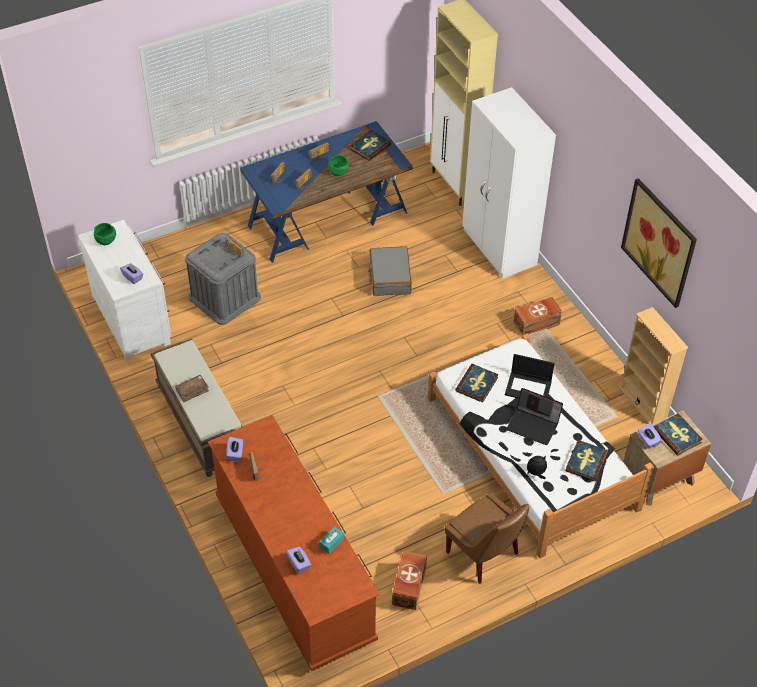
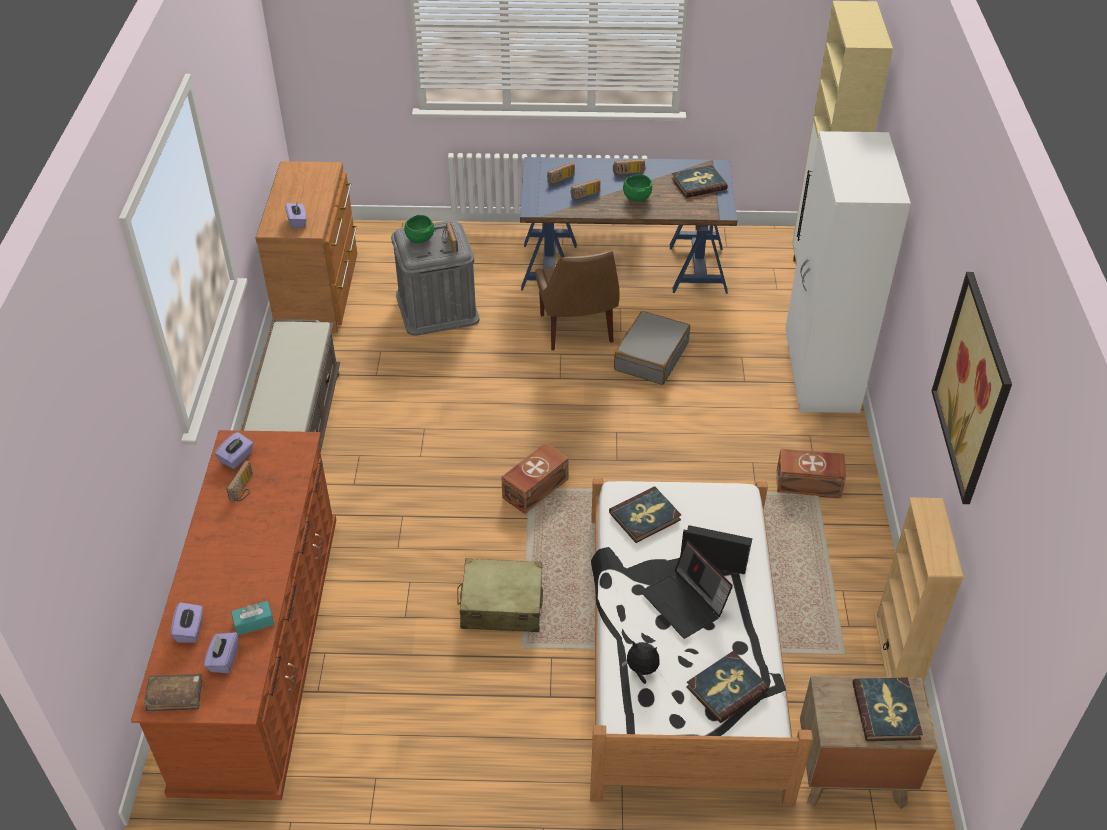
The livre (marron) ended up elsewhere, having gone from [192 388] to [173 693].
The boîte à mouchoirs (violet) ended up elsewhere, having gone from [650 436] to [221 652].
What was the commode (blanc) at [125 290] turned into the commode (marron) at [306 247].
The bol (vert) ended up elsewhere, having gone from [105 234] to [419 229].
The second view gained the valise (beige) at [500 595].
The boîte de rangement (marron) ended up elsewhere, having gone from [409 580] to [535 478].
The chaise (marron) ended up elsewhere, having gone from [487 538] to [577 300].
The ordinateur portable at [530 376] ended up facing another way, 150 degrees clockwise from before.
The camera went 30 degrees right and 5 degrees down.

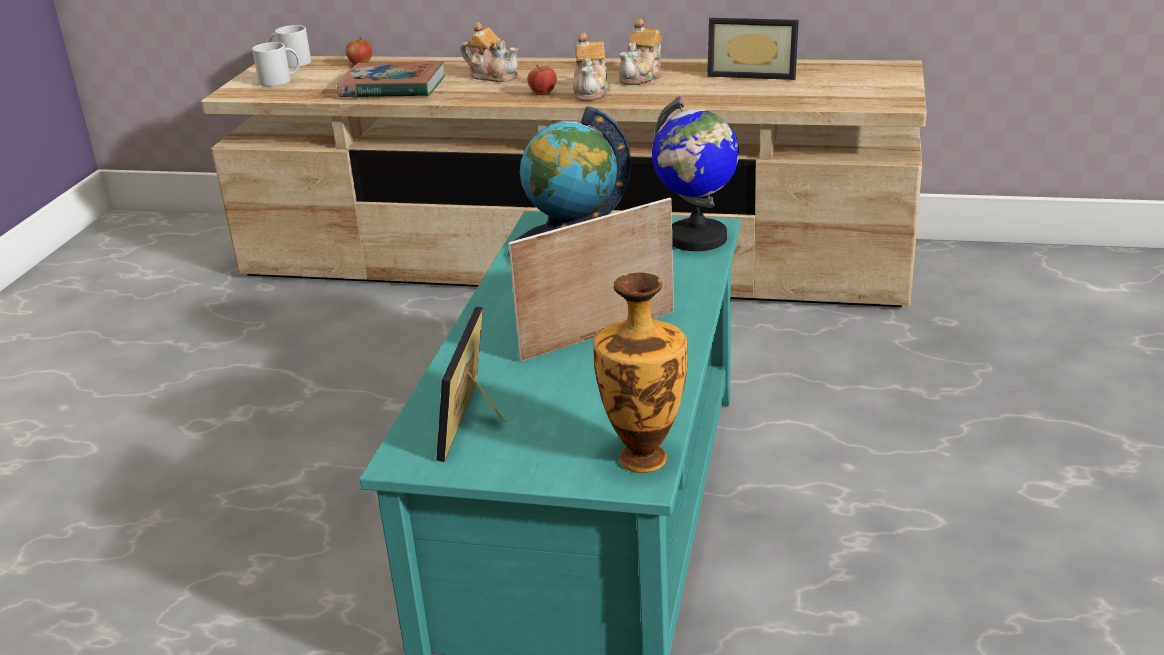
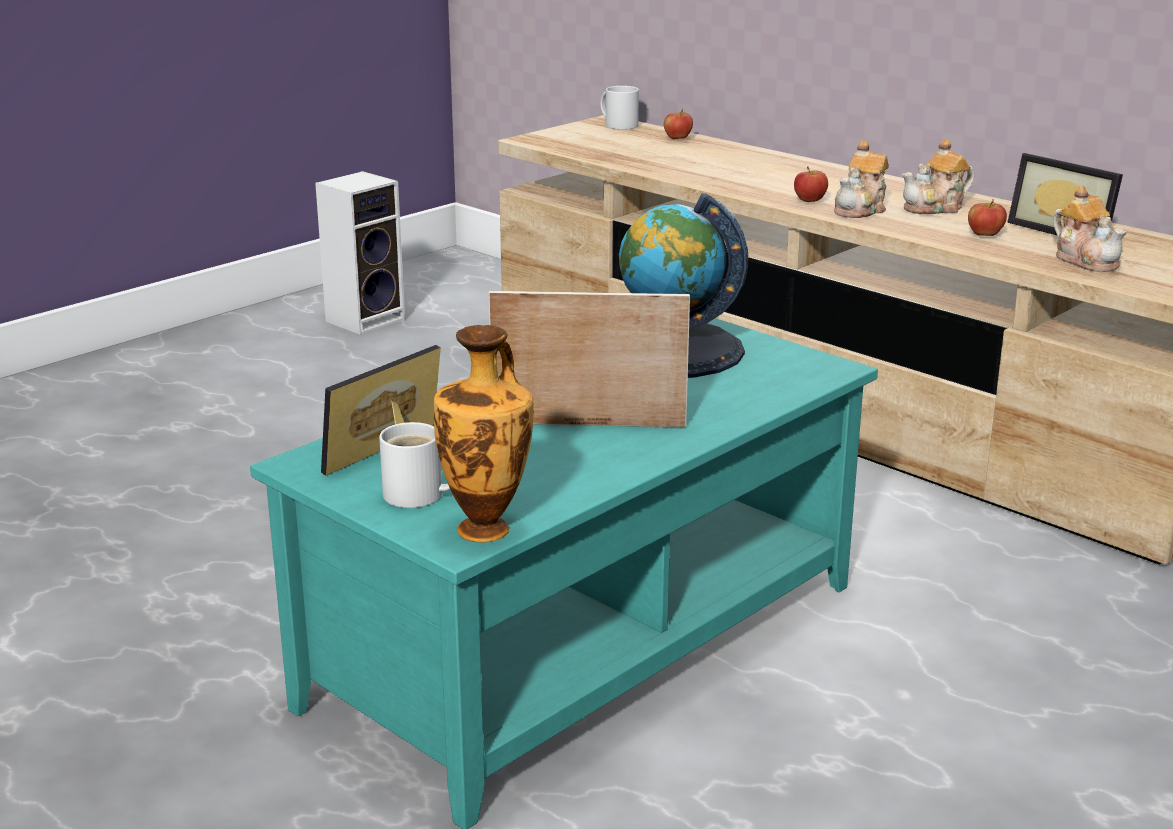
The second view gained the enceinte at [360 253].
The mug (blanc) ended up elsewhere, having gone from [276 64] to [414 465].
The second view gained the pomme at [987 217].
The théière ended up elsewhere, having gone from [489 52] to [1090 229].
The second view lost the livre at [391 79].
The second view lost the globe at [695 173].
The camera went 30 degrees right and 5 degrees down.

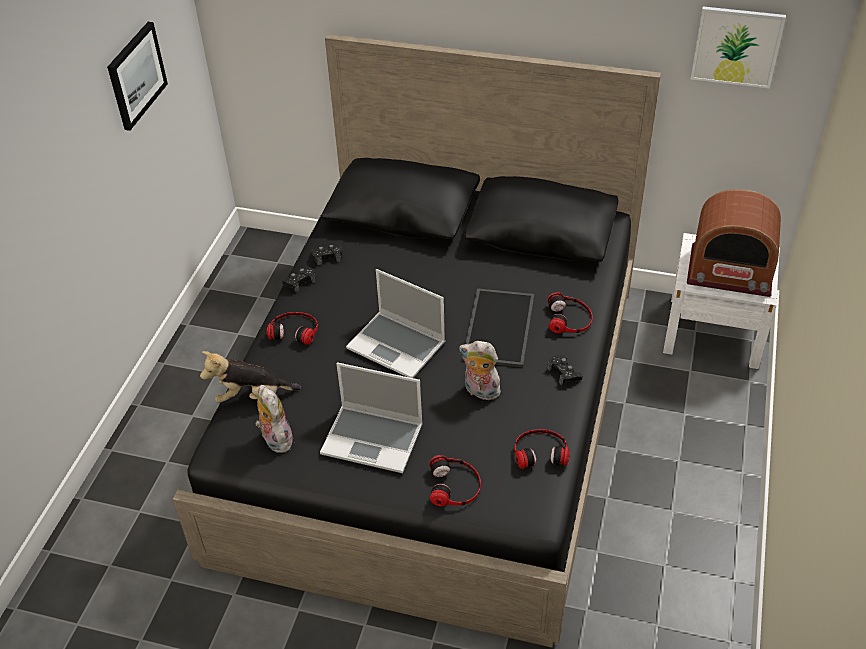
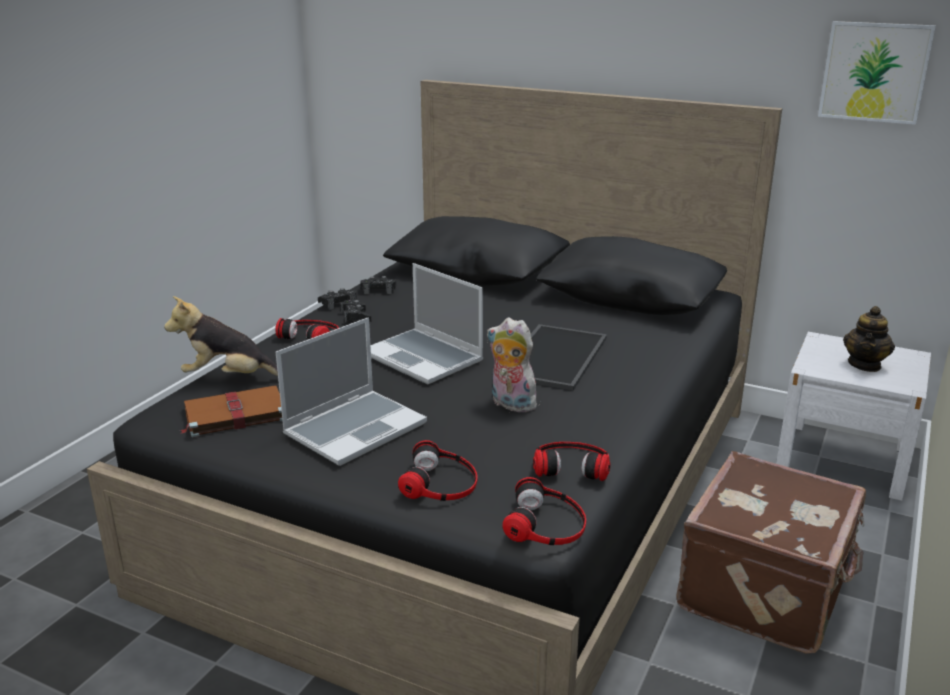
Where the peluche stood at [274 419], the livre (marron) came to stand at [231 411].
The ordinateur portable at [371 417] ended up facing another way, 75 degrees counterclockwise from before.
The manette (noir) ended up elsewhere, having gone from [564 370] to [356 311].
The casque audio ended up elsewhere, having gone from [570 312] to [544 511].
The second view gained the valise (marron) at [771 552].
Where the radio stood at [734 243], the théière came to stand at [869 339].
The second view lost the tableau at [137 76].
The camera went 10 degrees right and 20 degrees down.

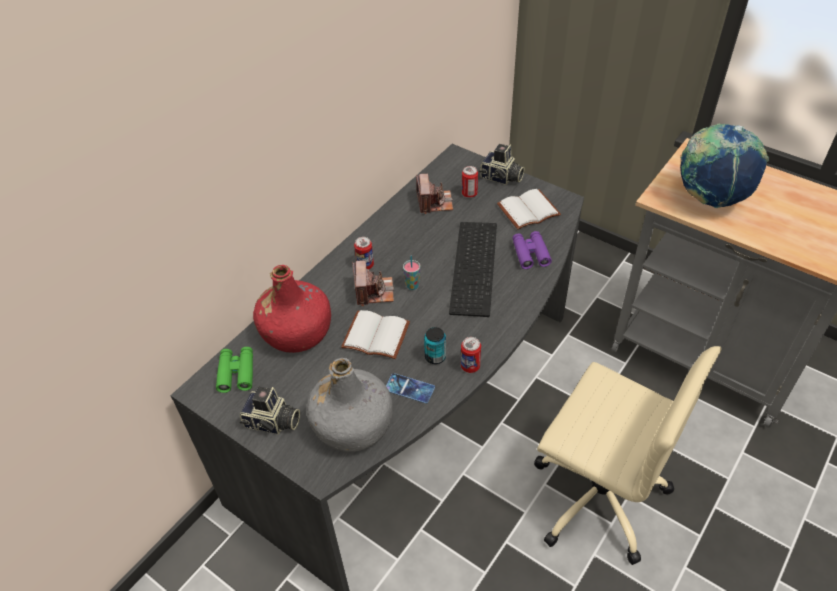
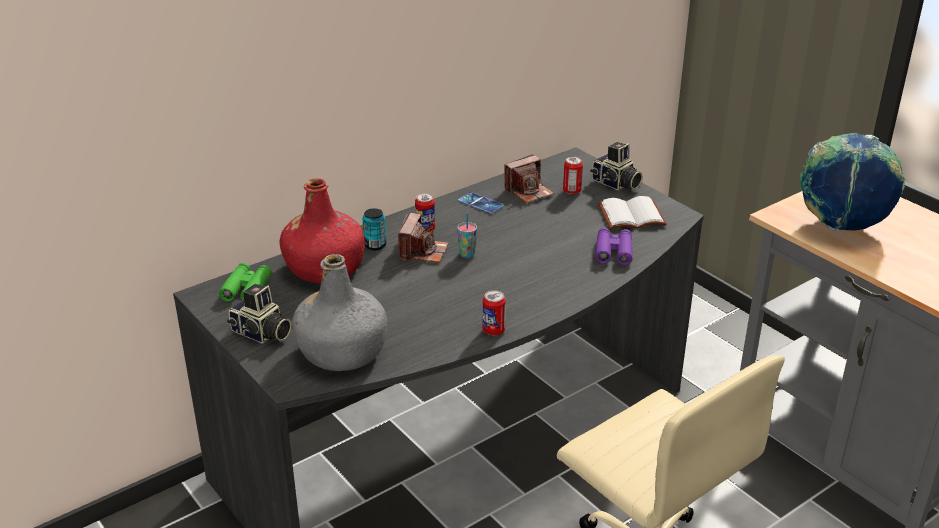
The boîte métallique ended up elsewhere, having gone from [435 345] to [374 229].
The téléphone ended up elsewhere, having gone from [410 388] to [481 202].
The appareil photo at [434 194] ended up facing another way, 45 degrees clockwise from before.
The second view lost the livre (blanc) at [375 334].
The second view lost the clavier at [473 269].
The camera went 15 degrees right and 15 degrees down.

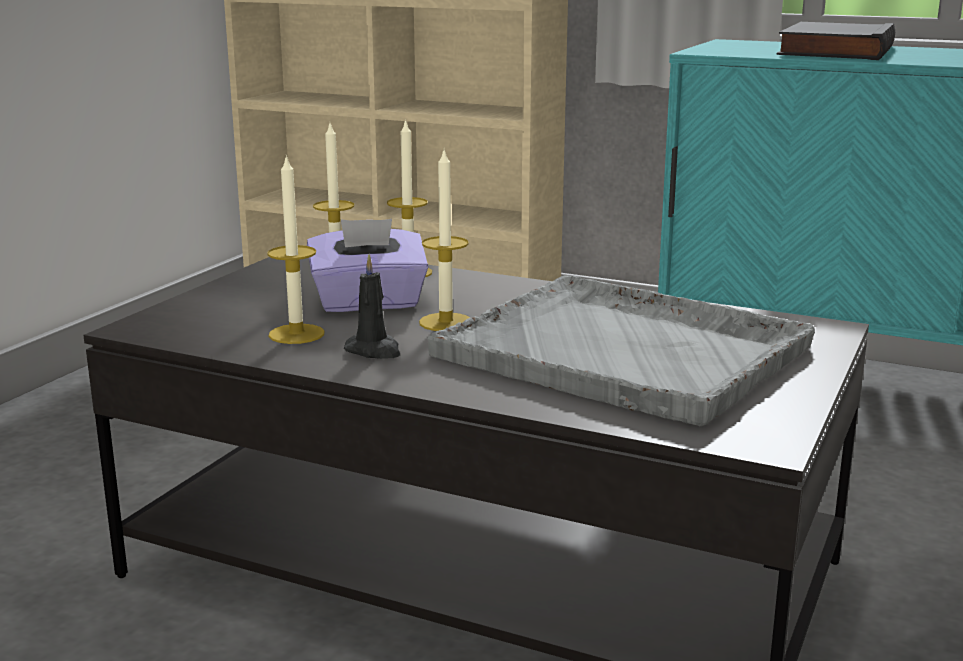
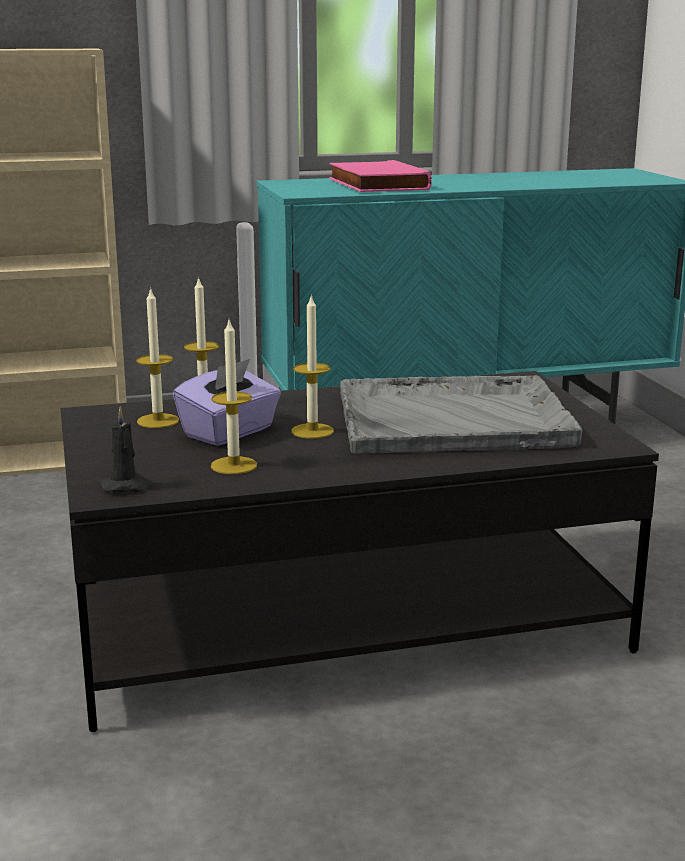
The bougie (noir) ended up elsewhere, having gone from [372 306] to [127 450].
What was the livre (noir) at [836 41] turned into the livre (rose) at [380 176].
The camera went 40 degrees left and 0 degrees up.

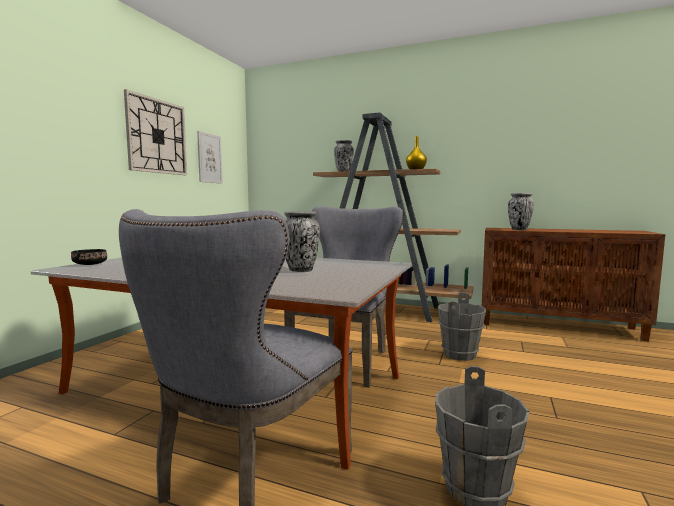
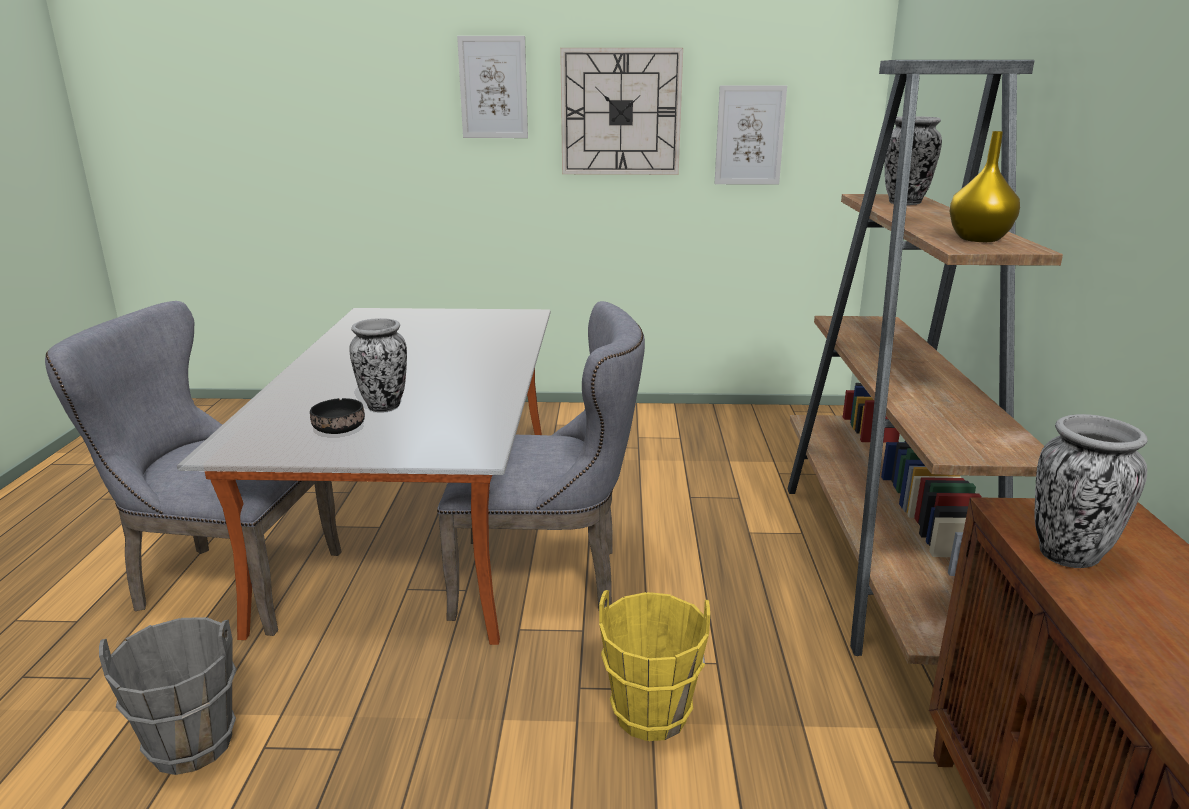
The bol (noir) ended up elsewhere, having gone from [89 257] to [337 416].
The second view gained the tableau at [492 87].
What was the seau (gris) at [462 327] turned into the seau (jaune) at [654 665].
The camera went 70 degrees right and 15 degrees up.

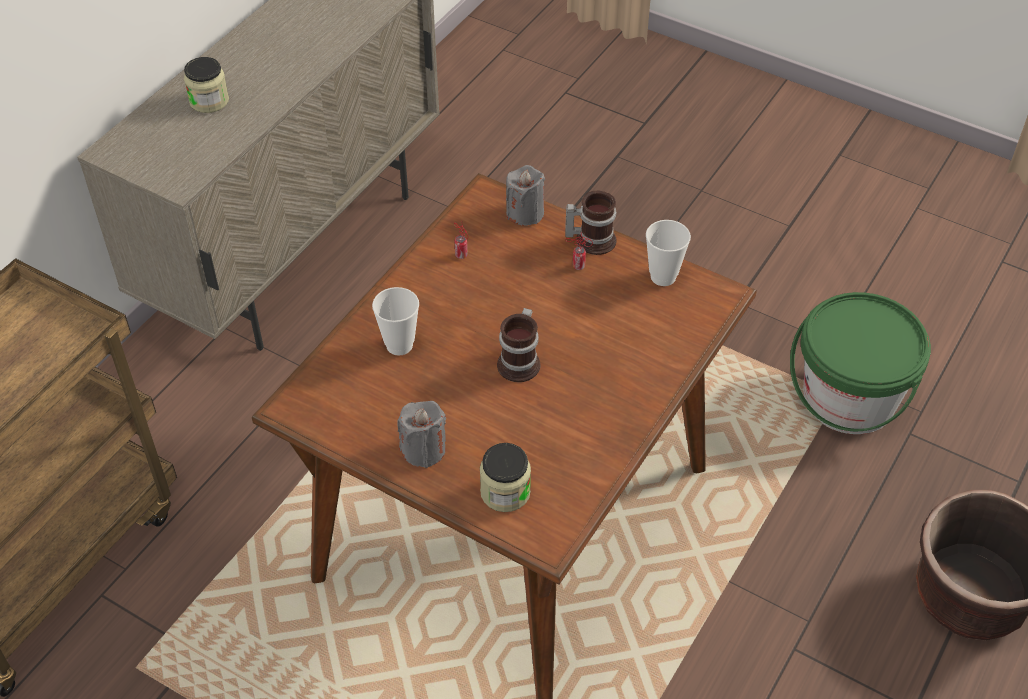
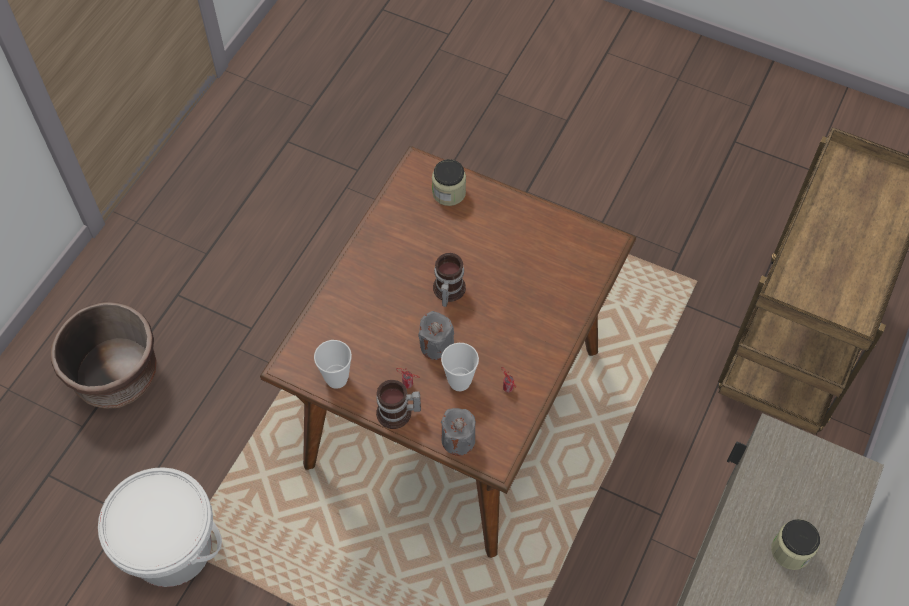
What was the seau (vert) at [860 363] turned into the seau (blanc) at [160 527].
The bougie (gris) ended up elsewhere, having gone from [421 434] to [436 335].
The tasse ended up elsewhere, having gone from [395 321] to [460 367].
The camera went 175 degrees right and 10 degrees up.

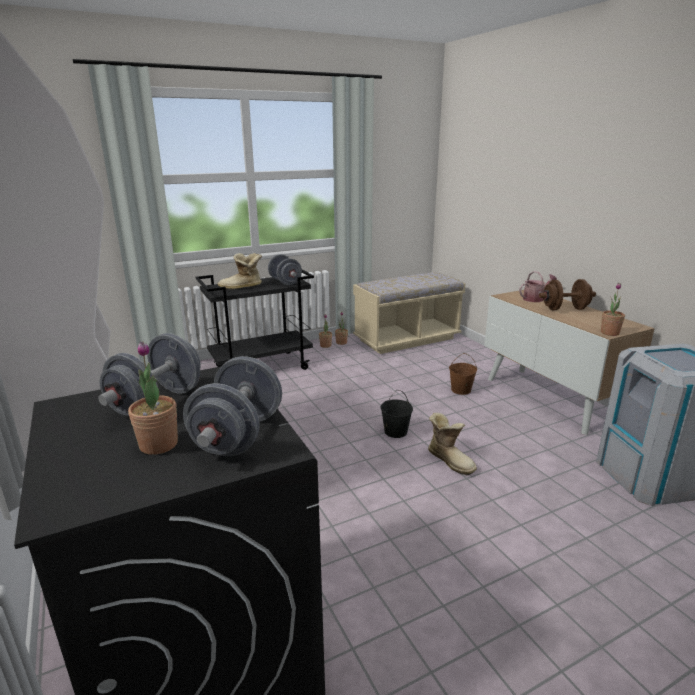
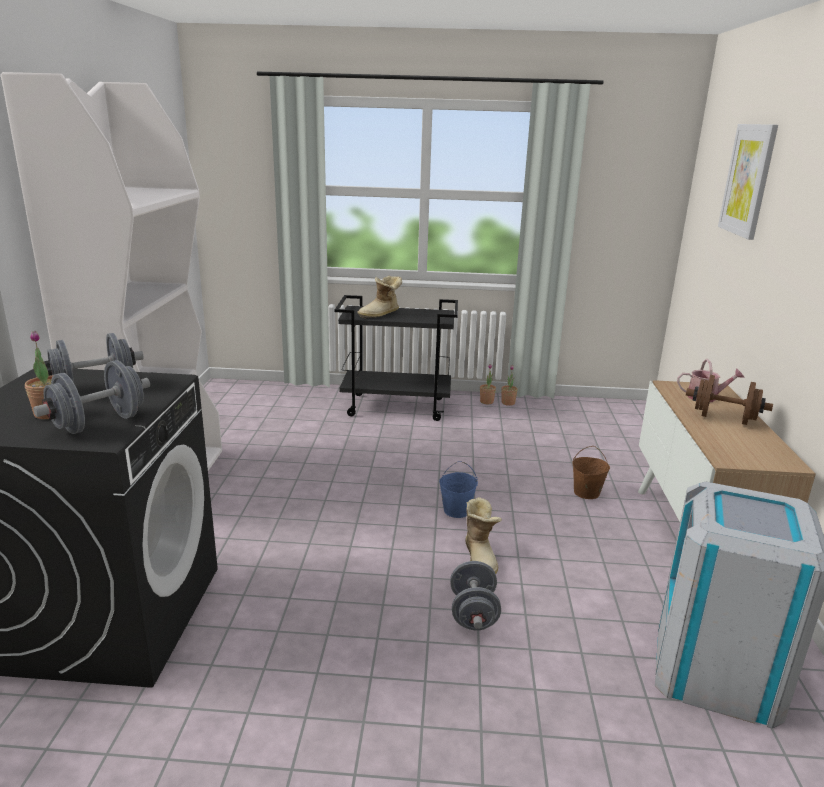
The botte at [240 271] ended up facing another way, 60 degrees counterclockwise from before.
What was the seau (noir) at [396 414] turned into the seau (bleu) at [458 489].
The haltère (gris) ended up elsewhere, having gone from [285 269] to [475 596].
The second view gained the tableau at [748 182].
The second view lost the banc (beige) at [409 313].
The second view lost the plante en pot at [613 309].
The camera went 30 degrees right and 0 degrees up.

